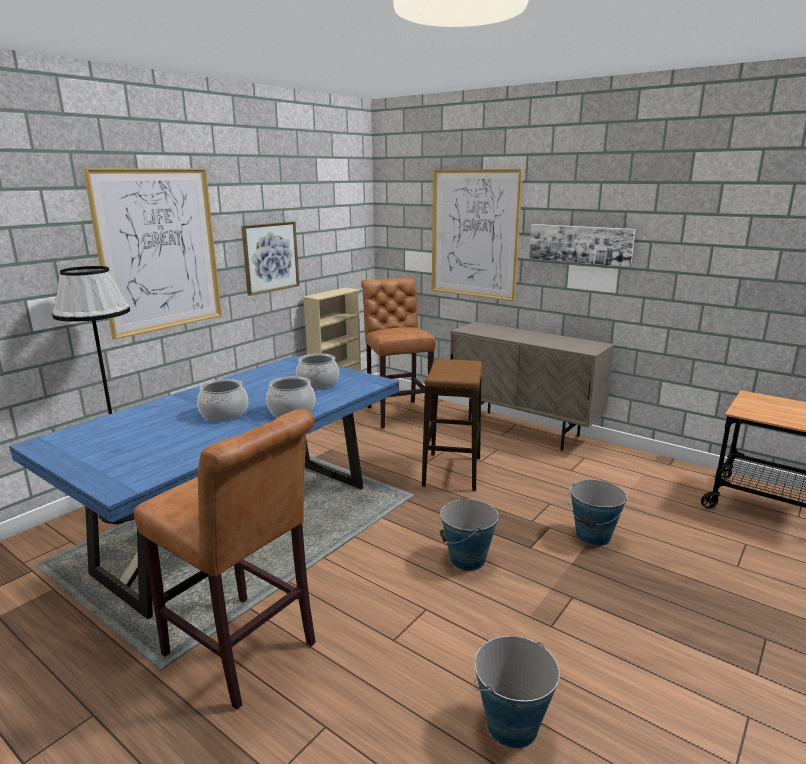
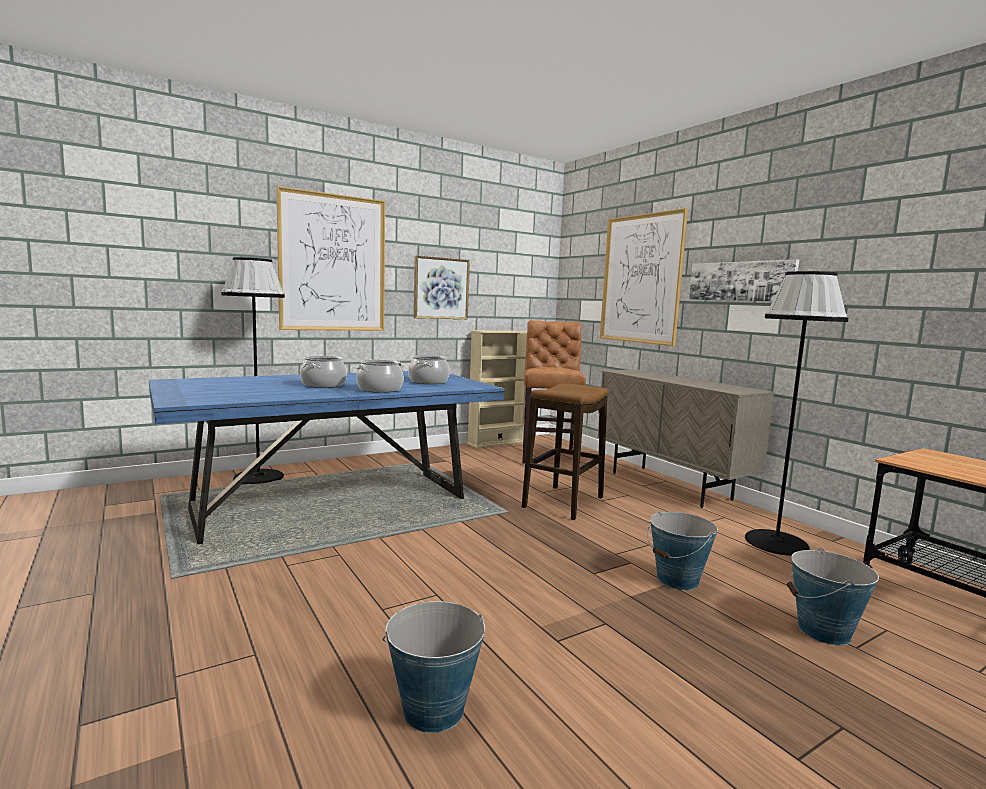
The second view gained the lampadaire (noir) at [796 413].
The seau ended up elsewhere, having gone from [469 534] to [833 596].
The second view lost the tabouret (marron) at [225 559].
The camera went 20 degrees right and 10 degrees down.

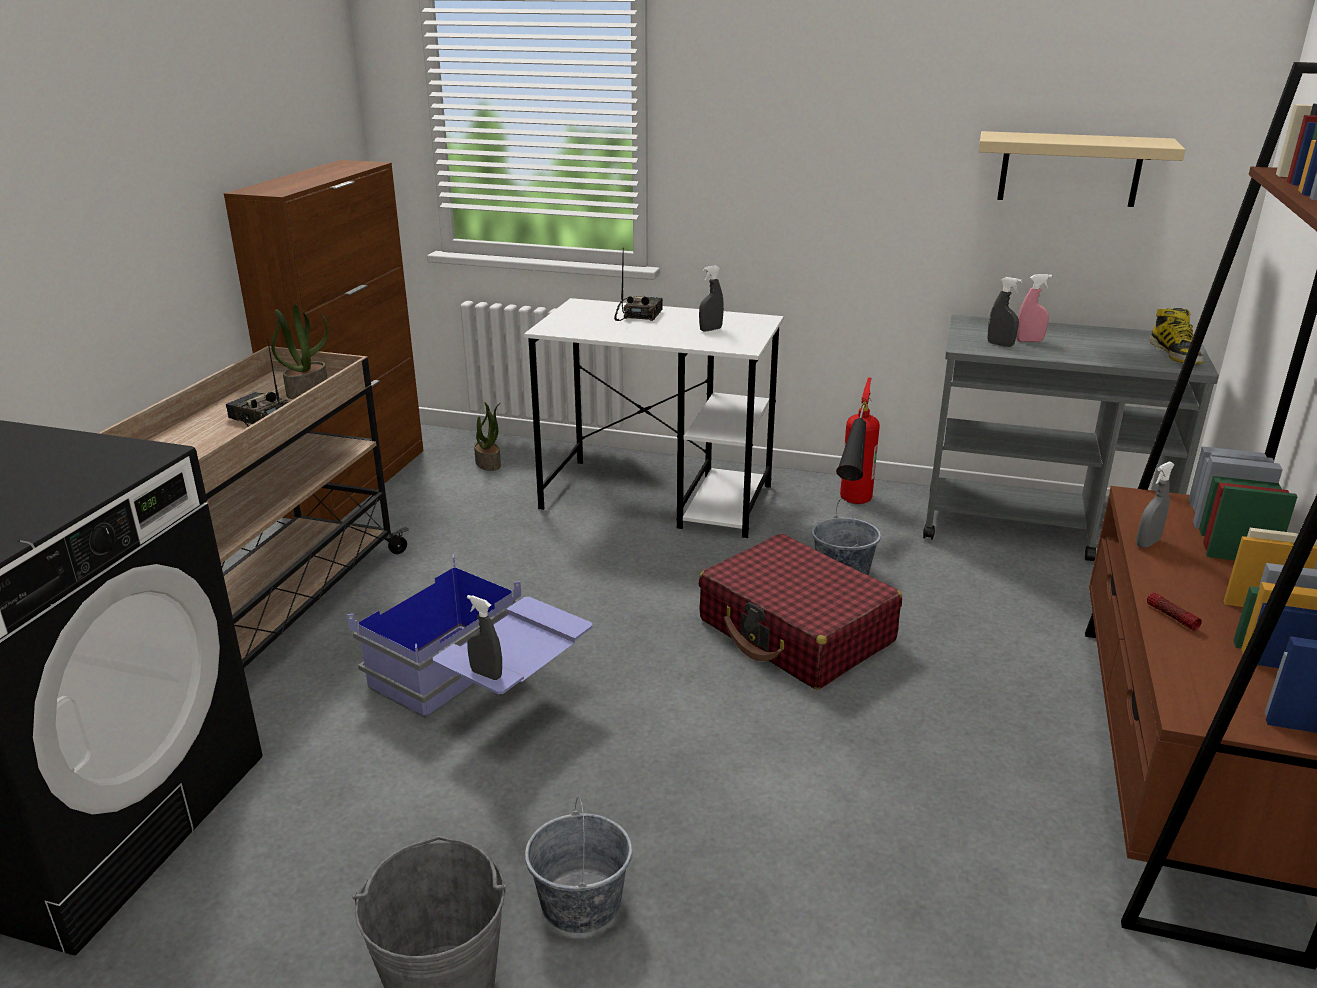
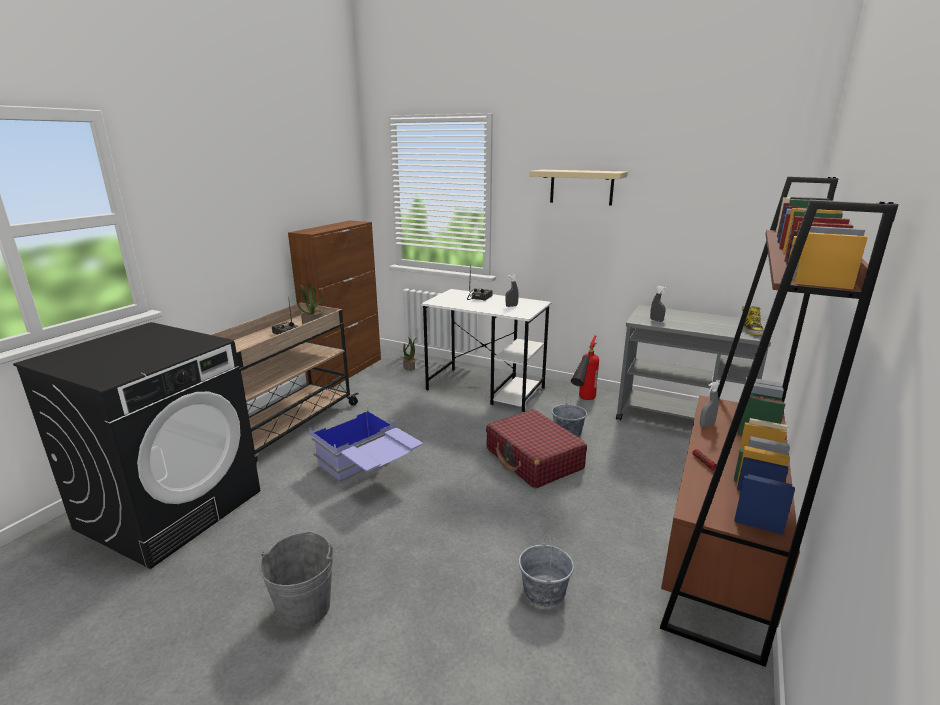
The seau (gris) ended up elsewhere, having gone from [578 865] to [546 571].
The étagère (beige) ended up elsewhere, having gone from [1082 169] to [578 188].
The second view lost the vaporisateur (gris) at [484 637].
The second view lost the vaporisateur (rose) at [1034 308].
The camera went 10 degrees right and 5 degrees down.

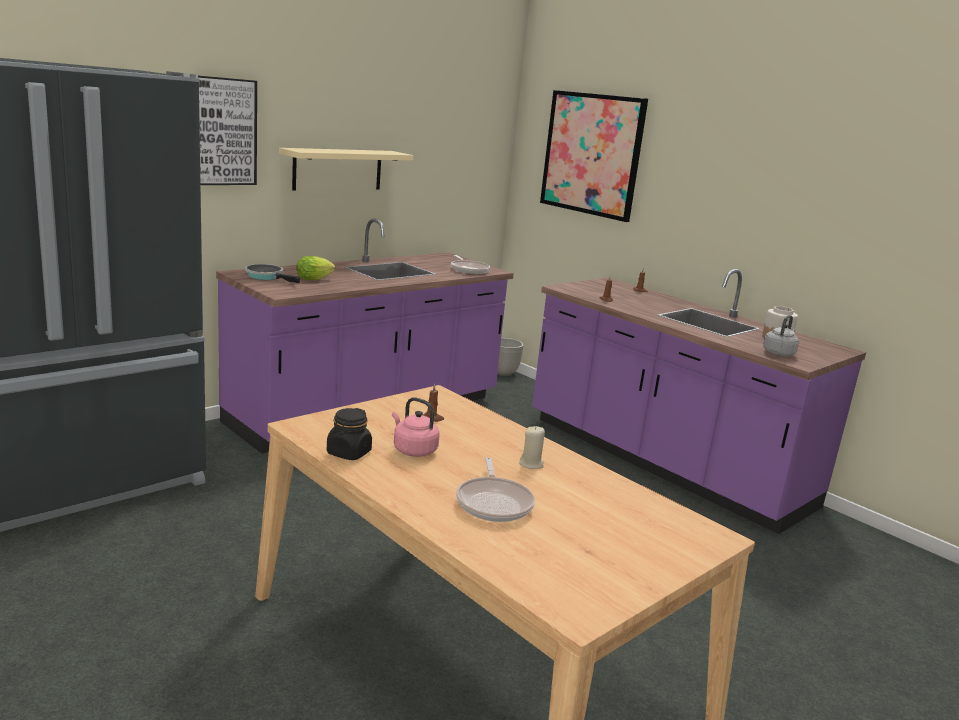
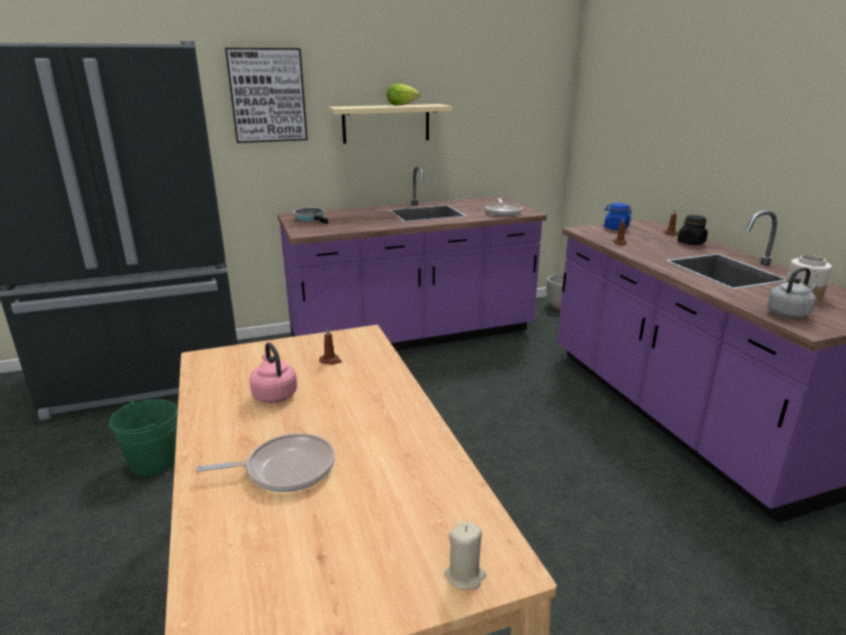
The second view gained the seau (vert) at [143 438].
The poêle at [495 489] ended up facing another way, 120 degrees counterclockwise from before.
The laitue ended up elsewhere, having gone from [315 268] to [403 94].
The bougie (beige) ended up elsewhere, having gone from [532 447] to [465 556].
The second view gained the bocal (bleu) at [618 216].
The bocal (noir) ended up elsewhere, having gone from [349 434] to [692 230].
The second view lost the tableau at [594 156].
The camera went 25 degrees right and 5 degrees up.

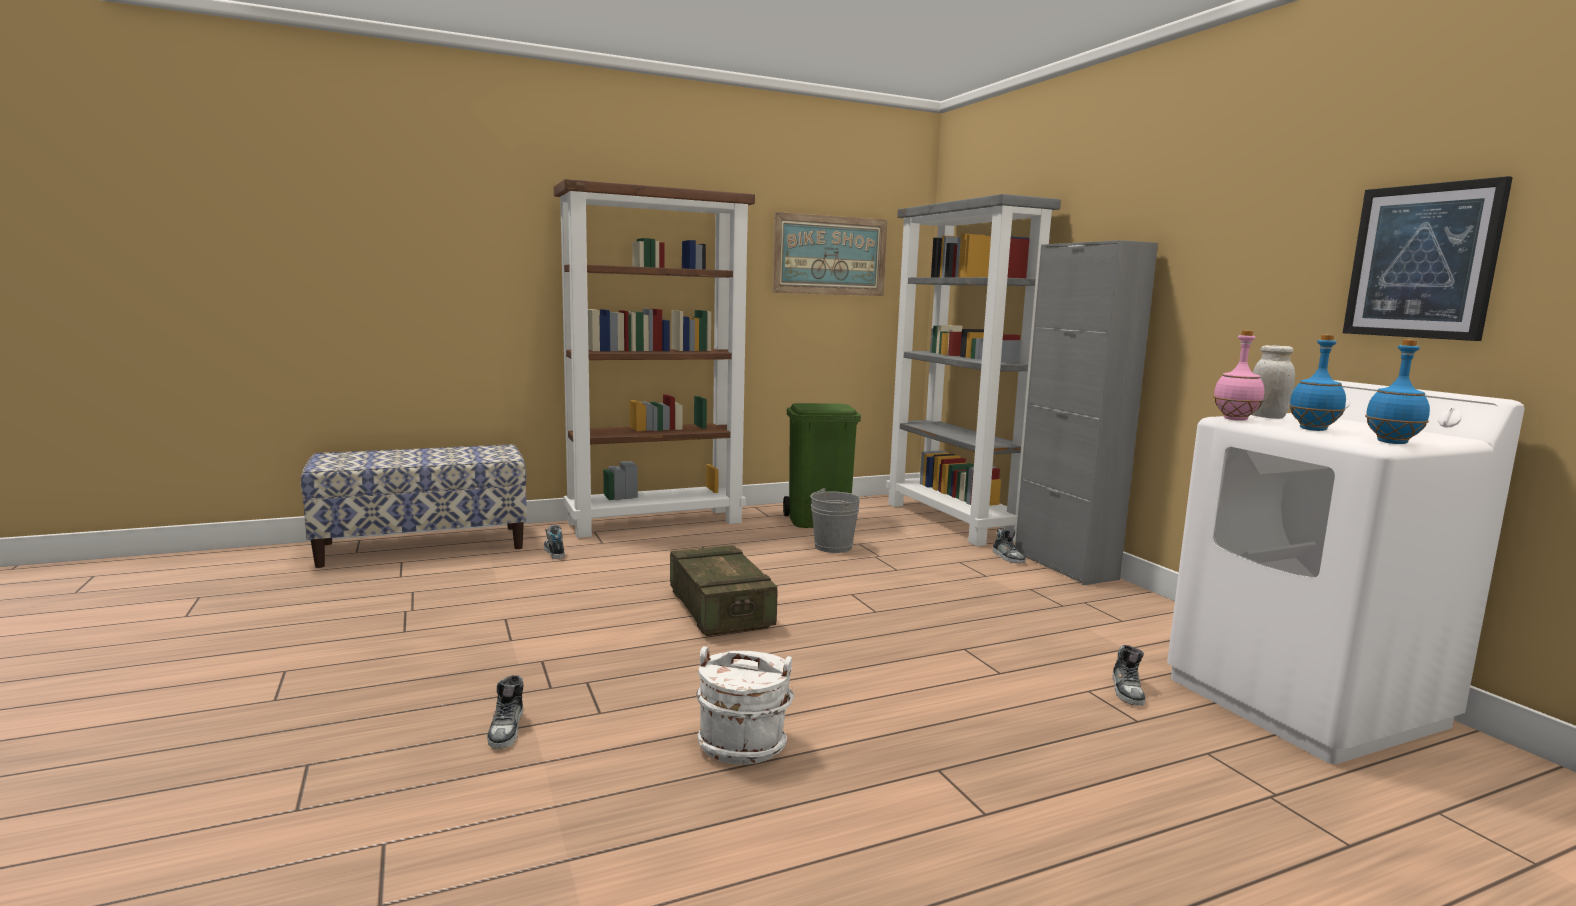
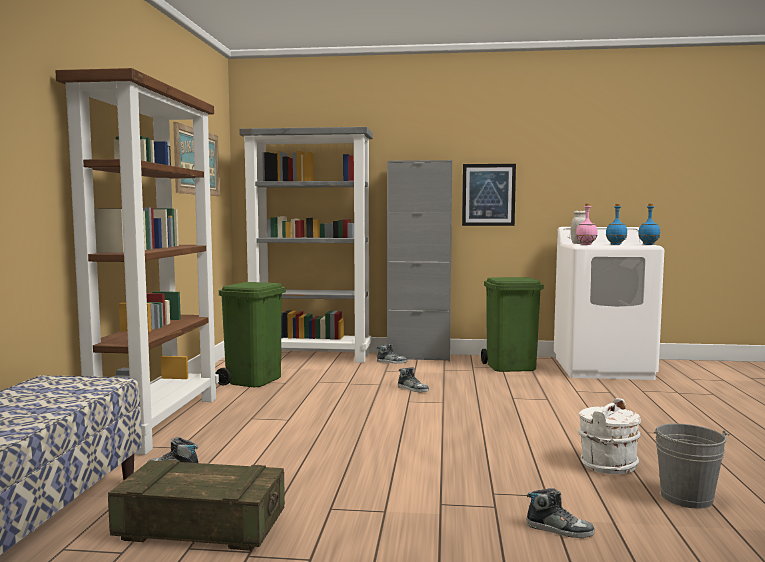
The caisse ended up elsewhere, having gone from [724 590] to [196 505].
The chaussure ended up elsewhere, having gone from [1129 675] to [413 379].
The tableau ended up elsewhere, having gone from [1428 258] to [489 195].
The second view gained the poubelle (vert) at [512 324].
The seau (gris) ended up elsewhere, having gone from [835 520] to [692 466].
The camera went 60 degrees left and 5 degrees down.

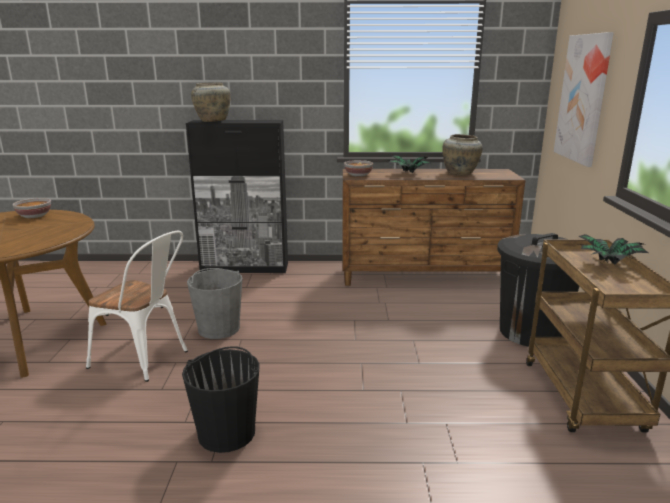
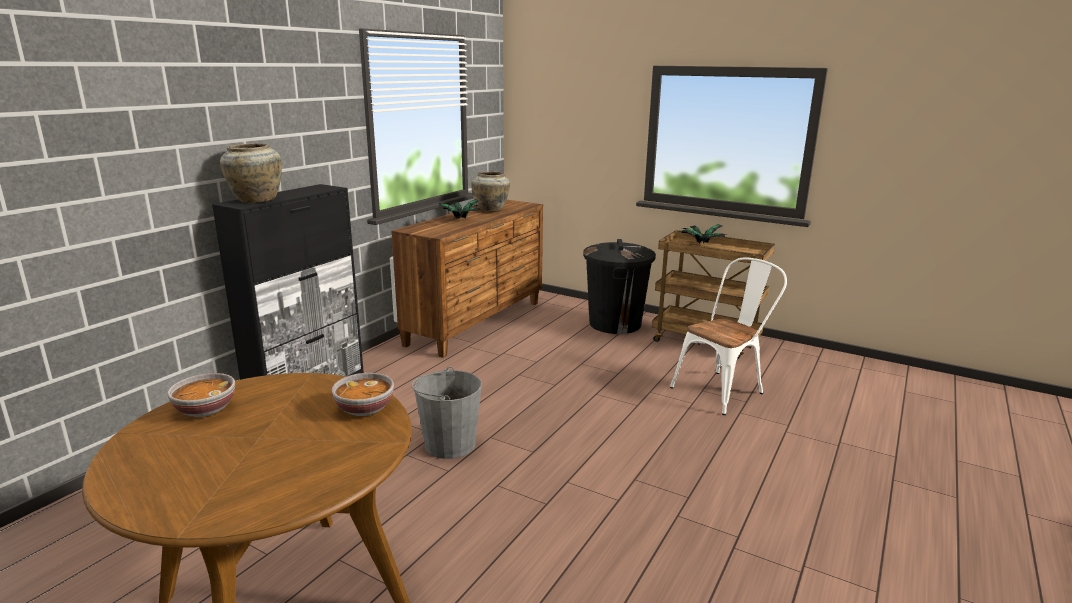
The bol ended up elsewhere, having gone from [358 168] to [363 394].
The chaise (blanc) ended up elsewhere, having gone from [137 306] to [728 336].
The second view lost the seau (noir) at [221 399].
The second view lost the tableau at [584 99].
The camera went 60 degrees left and 0 degrees up.

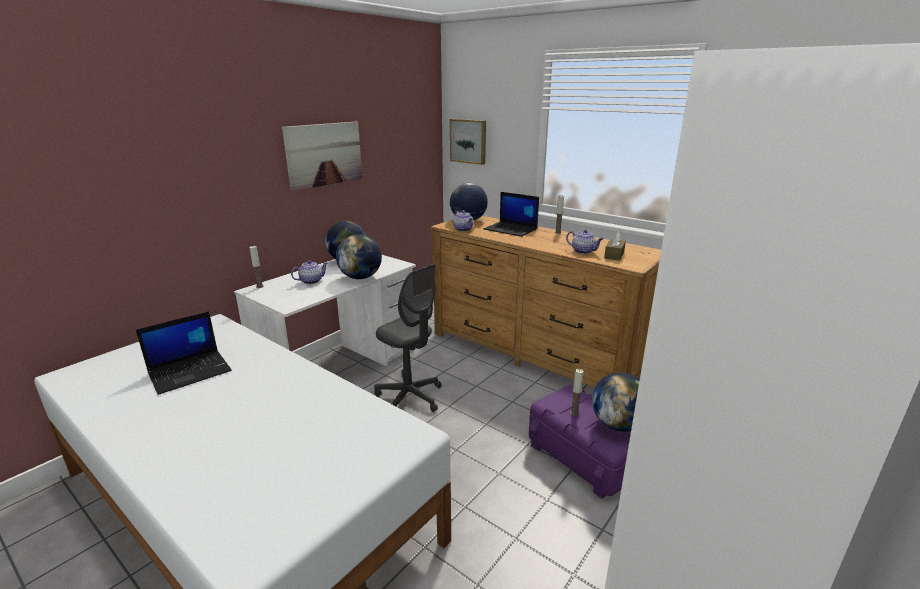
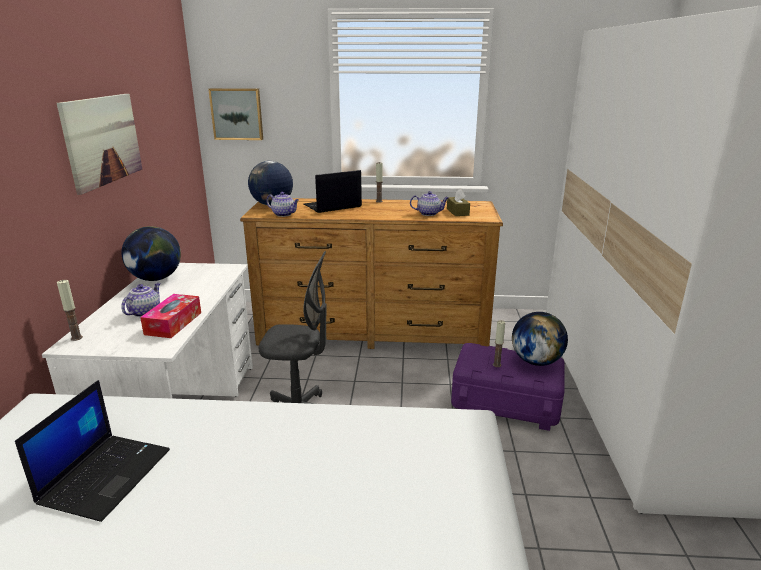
The second view gained the boîte à mouchoirs at [170 316].
The ordinateur portable at [511 214] ended up facing another way, 150 degrees clockwise from before.
The second view lost the globe at [359 256].
The camera went 35 degrees left and 0 degrees up.

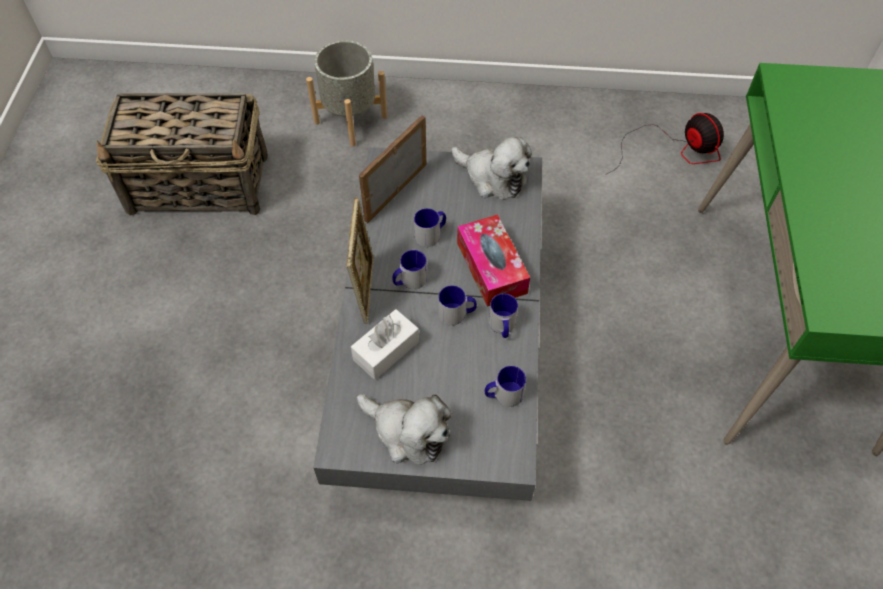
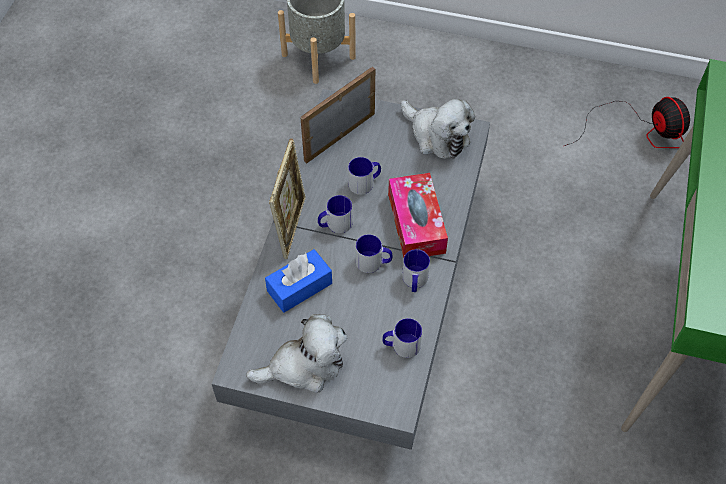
The peluche at [404 429] ended up facing another way, 60 degrees counterclockwise from before.
What was the boîte à mouchoirs (blanc) at [385 344] turned into the boîte à mouchoirs (bleu) at [298 281].
The second view lost the panier at [182 154].
The camera went 10 degrees right and 0 degrees up.

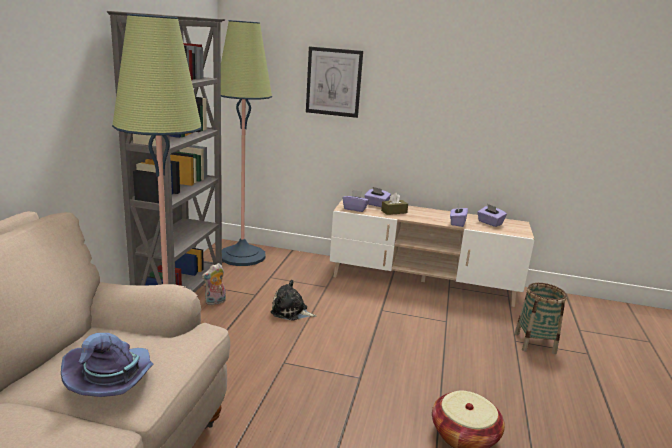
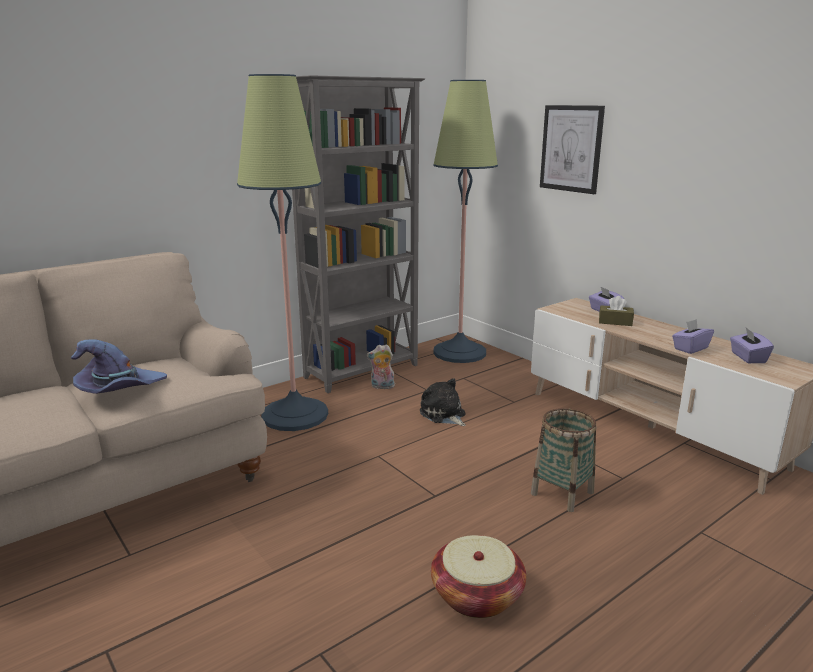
The panier ended up elsewhere, having gone from [540 318] to [564 460].
The second view lost the boîte à mouchoirs (violet) at [355 201].
The camera went 40 degrees right and 0 degrees up.

